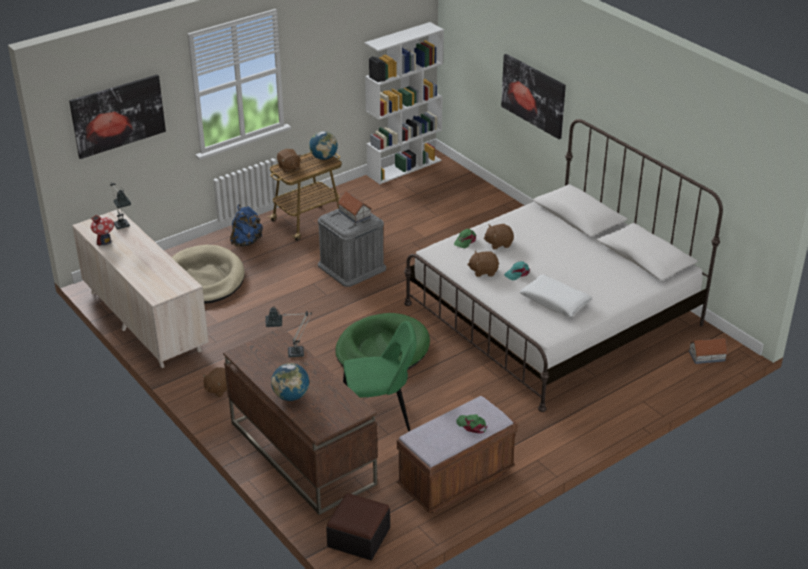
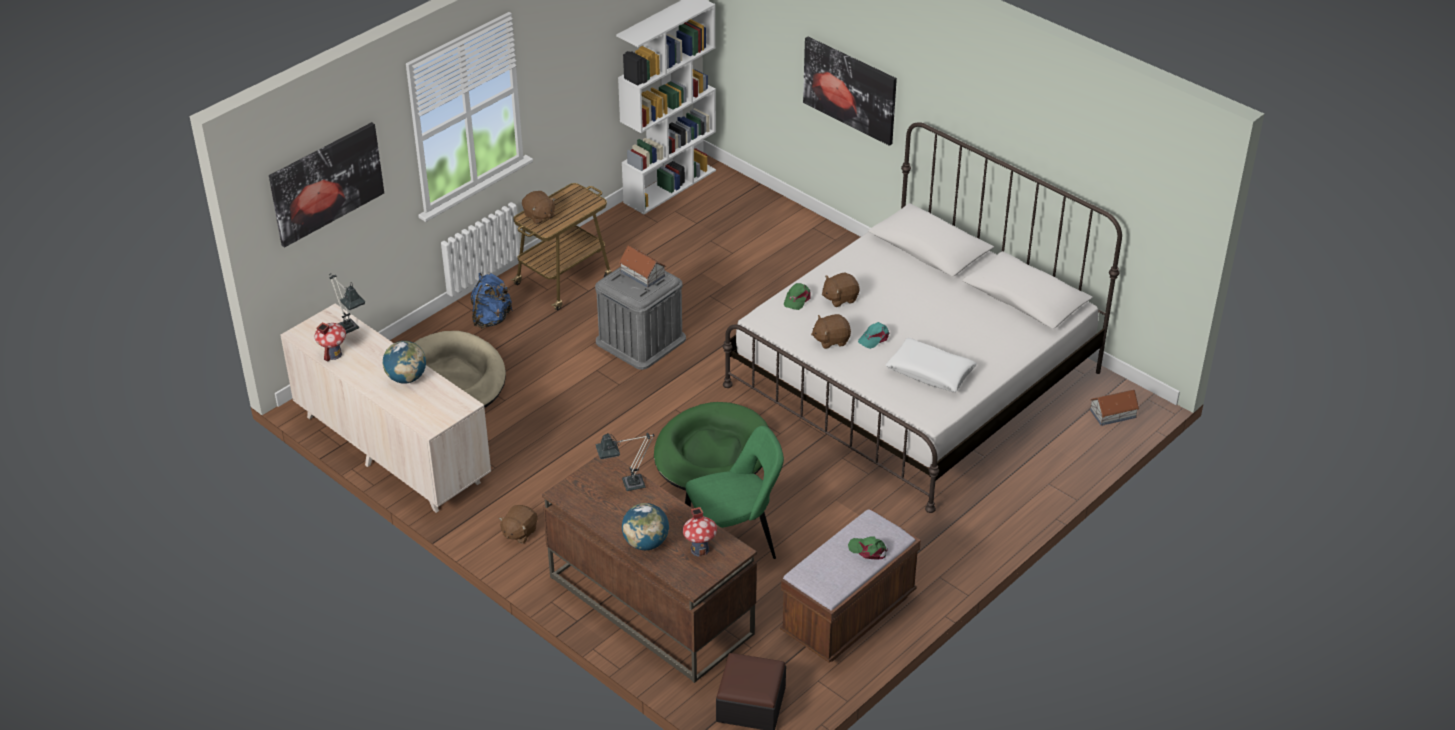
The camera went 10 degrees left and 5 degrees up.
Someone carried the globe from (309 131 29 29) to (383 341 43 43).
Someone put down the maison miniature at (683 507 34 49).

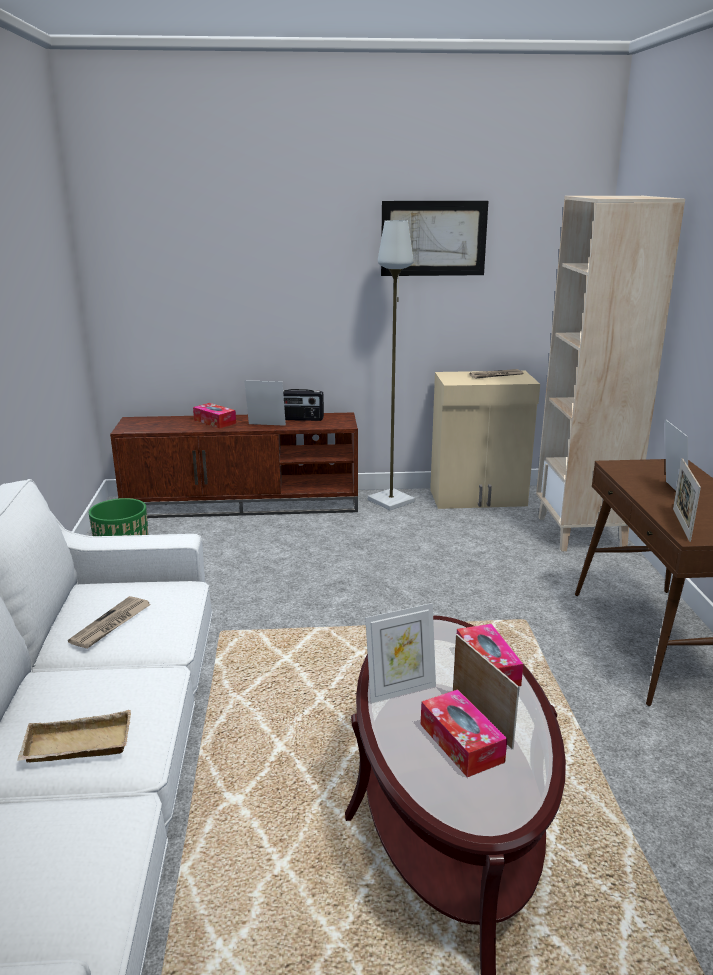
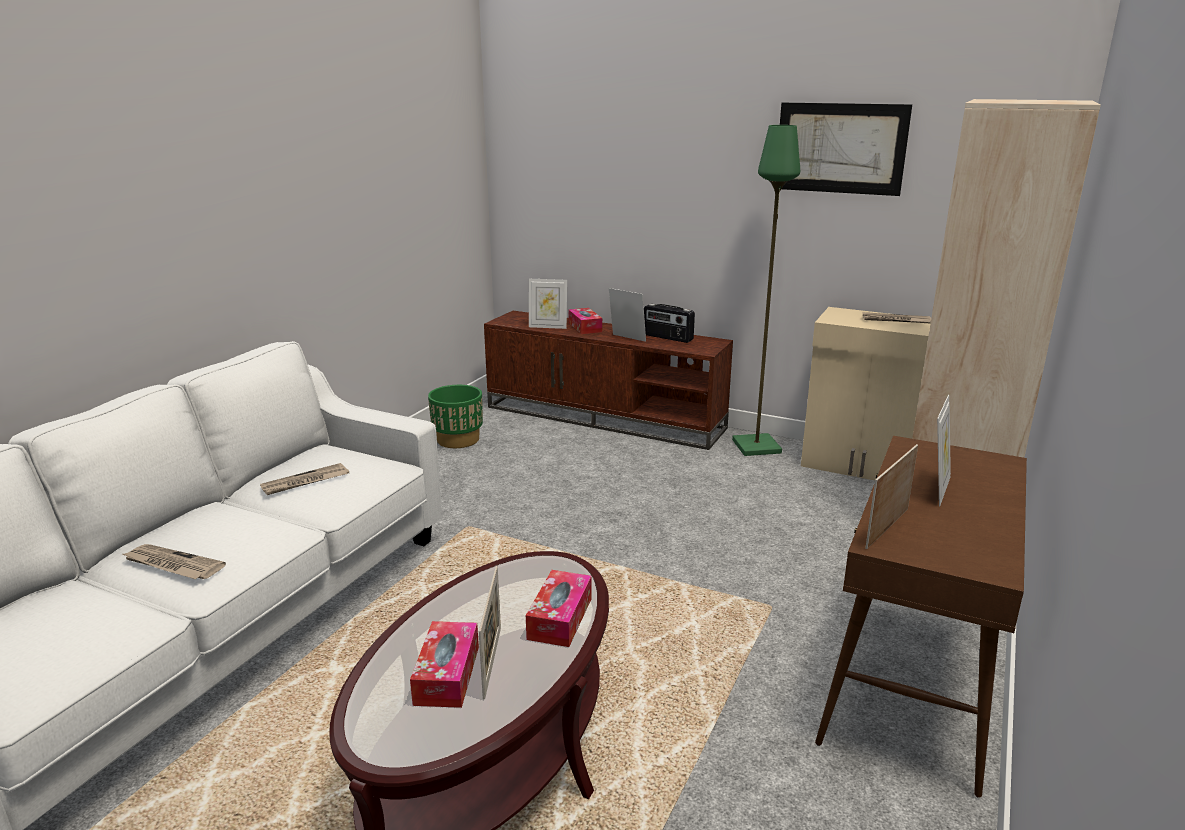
The camera went 30 degrees right and 0 degrees up.
Someone repainted the lampadaire (gris) at (368 220 47 290), which became the lampadaire (vert) at (732 125 68 331).
Someone carried the cadre photo from (365 603 71 100) to (529 279 38 50).
Someone swapped the plateau (beige) at (17 710 114 52) for the journal at (122 544 104 35).

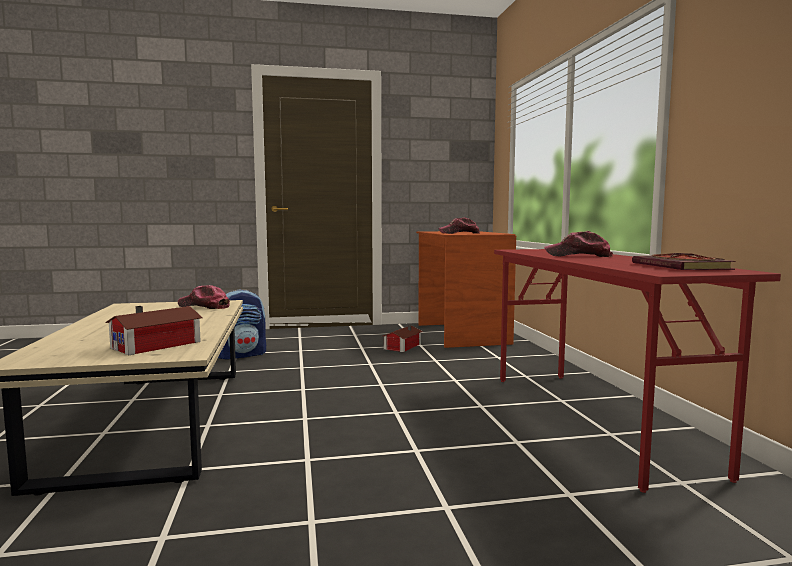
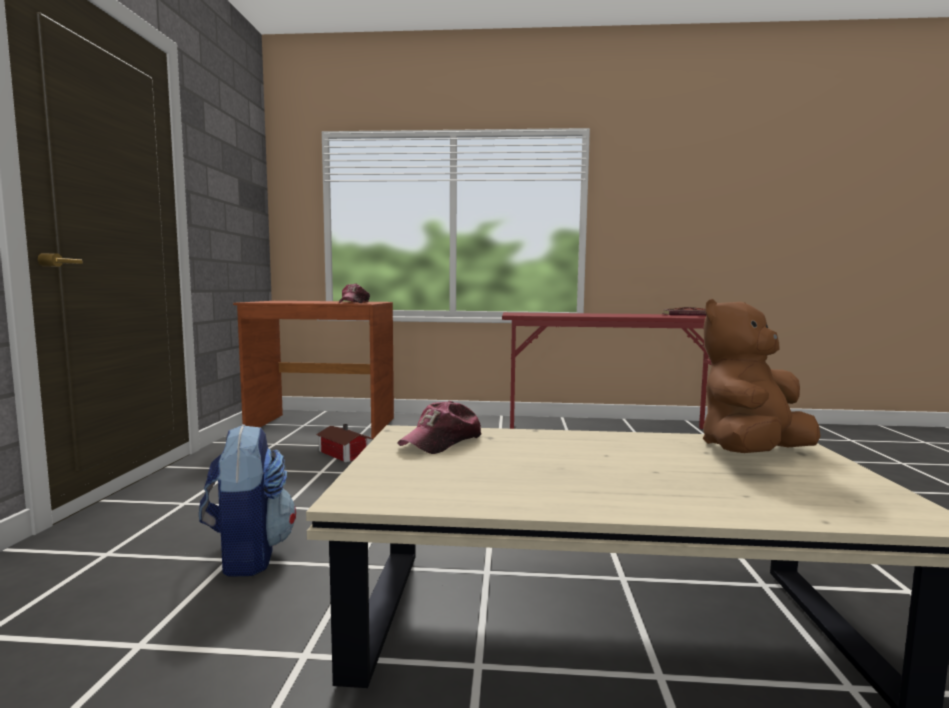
The camera went 75 degrees left and 0 degrees up.
Someone took away the casquette at (544 231 69 26).
Someone swapped the maison miniature at (105 306 98 49) for the peluche (marron) at (703 299 118 154).

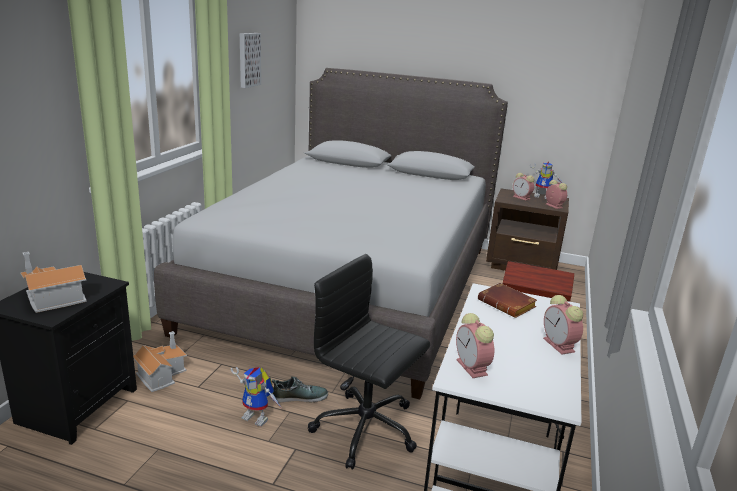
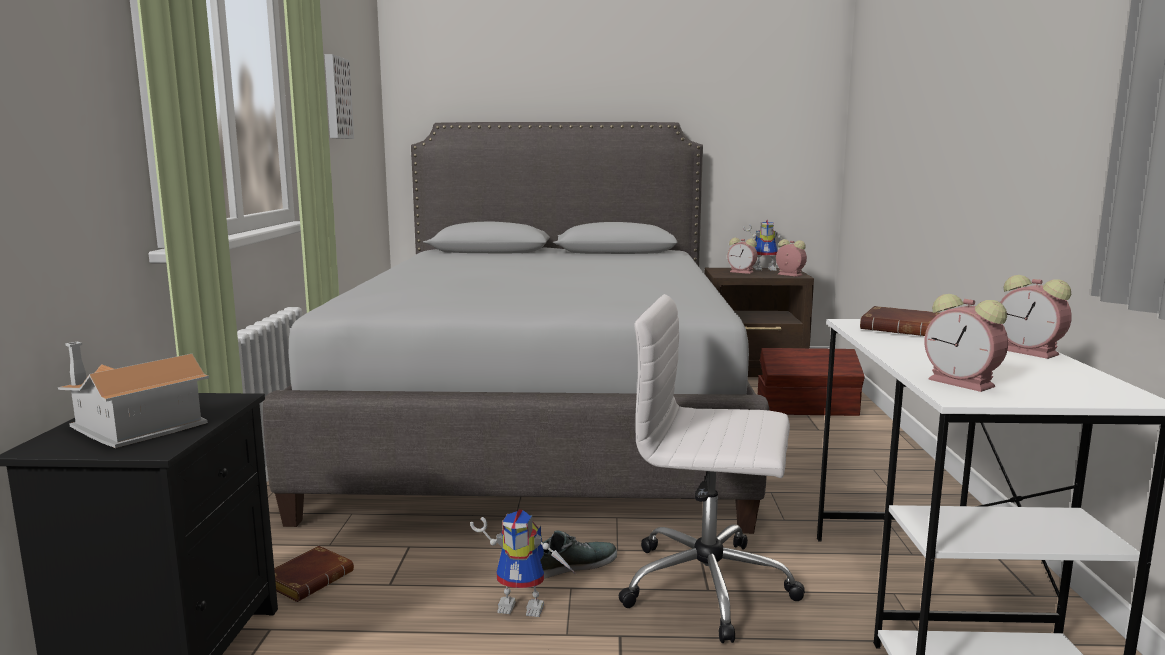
The camera went 15 degrees left and 10 degrees down.
Someone repainted the chaise de bureau (noir) at (308 254 122 216), which became the chaise de bureau (blanc) at (618 294 187 349).
Someone swapped the maison miniature at (133 331 54 61) for the livre (marron) at (274 546 80 56).

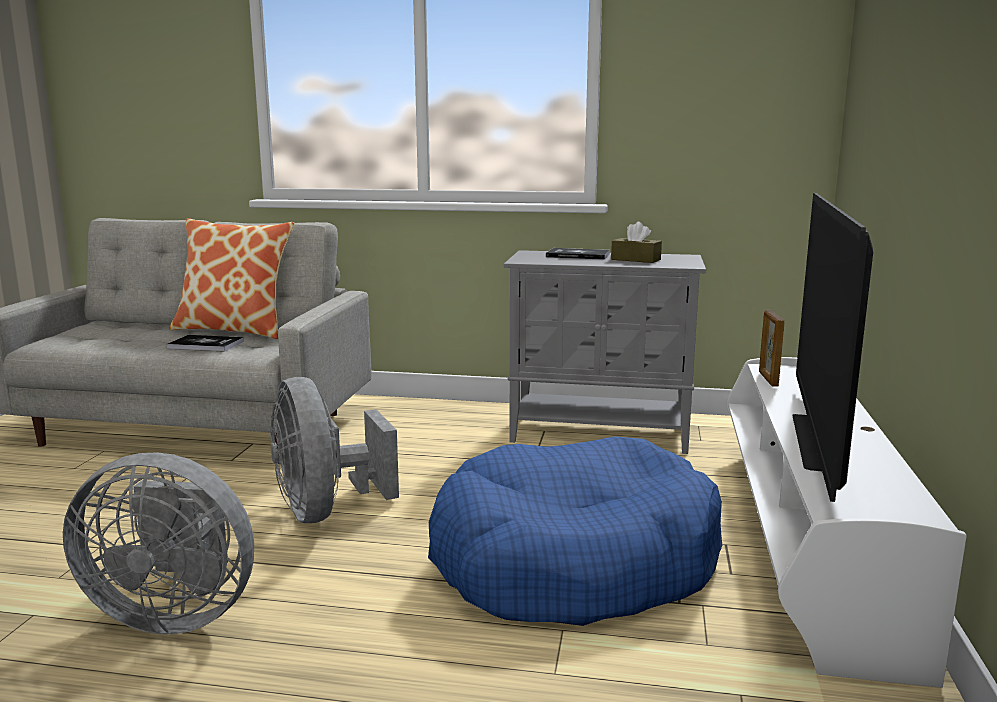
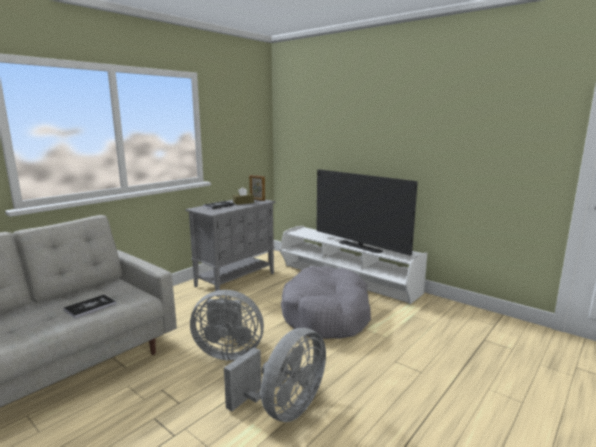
The camera went 60 degrees left and 0 degrees up.
Someone took away the coussin at (169 218 126 121).
Someone carried the cadre photo from (759 310 26 76) to (249 175 16 26).
Someone repainted the panier pour chien (bleu) at (428 436 294 190), which became the panier pour chien (gris) at (281 266 90 73).

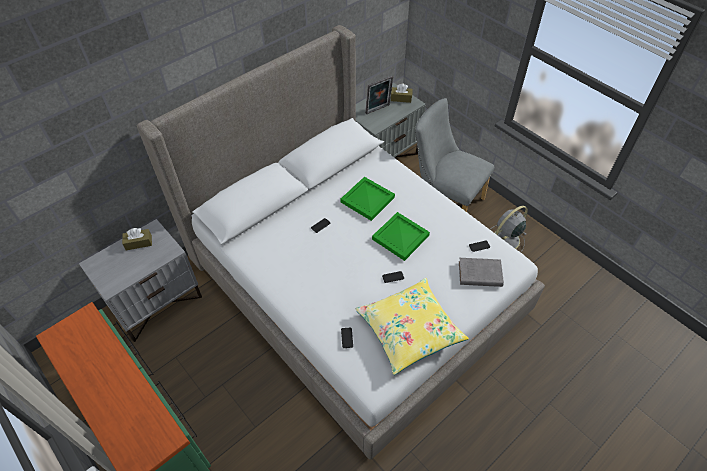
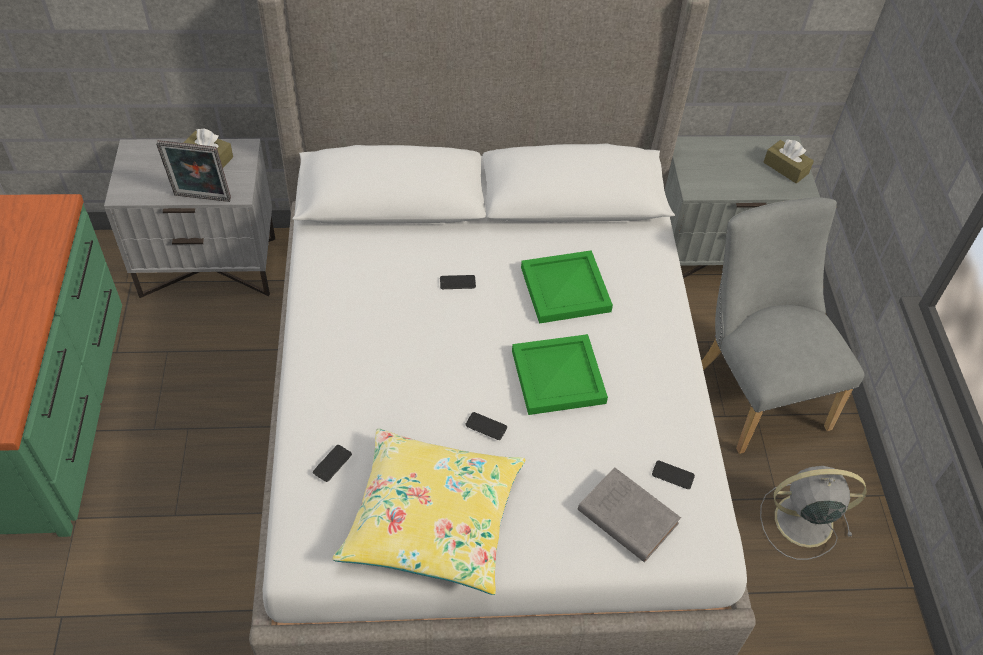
The camera went 35 degrees right and 0 degrees up.
Someone carried the cadre photo from (365 76 28 38) to (156 140 75 62).

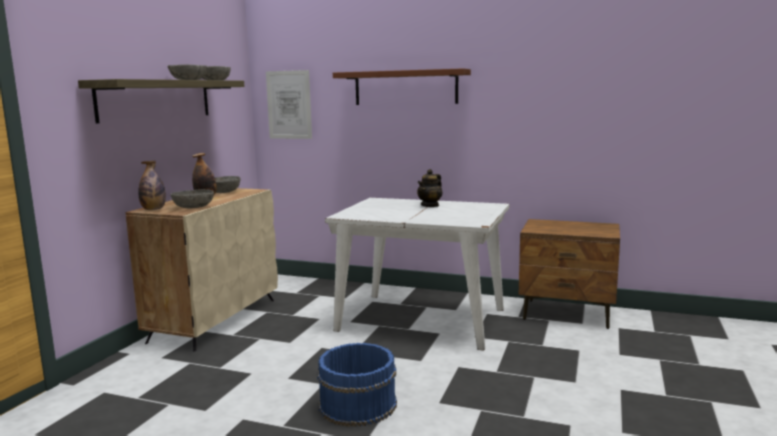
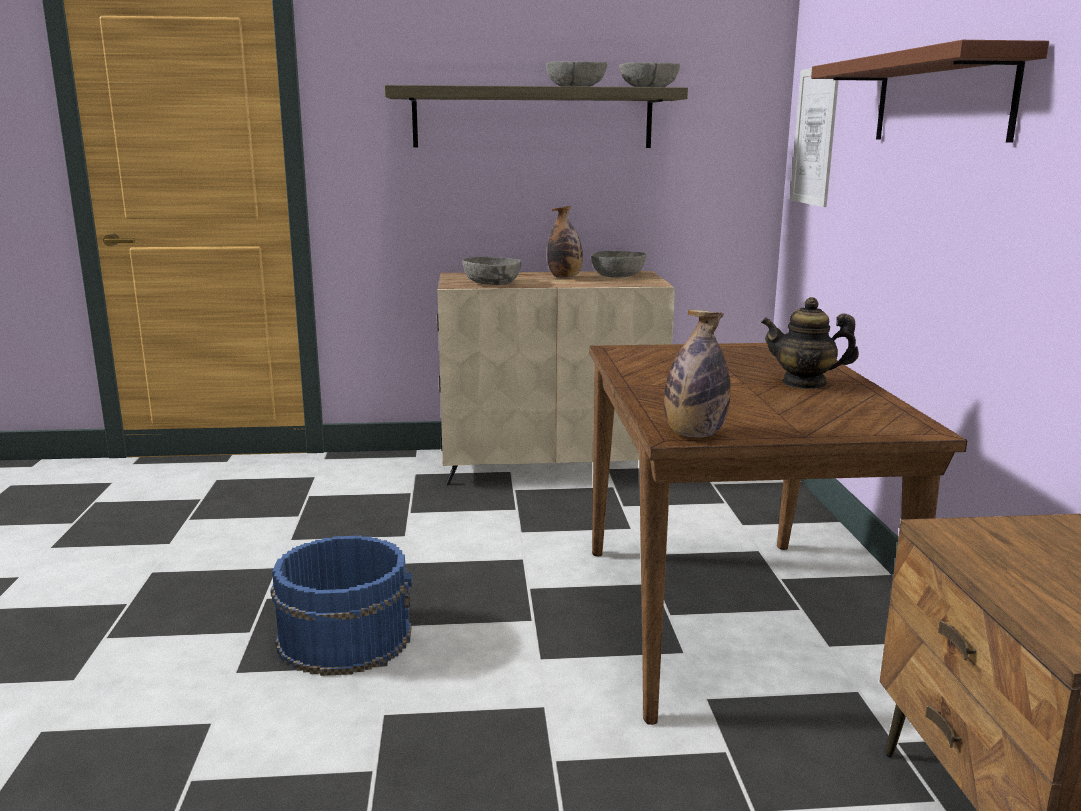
The camera went 65 degrees right and 5 degrees up.
Someone carried the bouteille from (138 160 28 50) to (664 310 67 127).
Someone repainted the table à manger (blanc) at (325 198 184 152), which became the table à manger (marron) at (590 343 377 382).

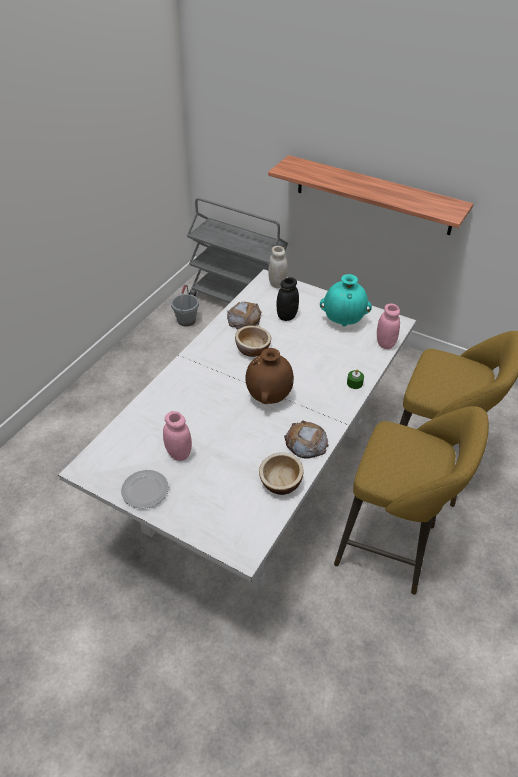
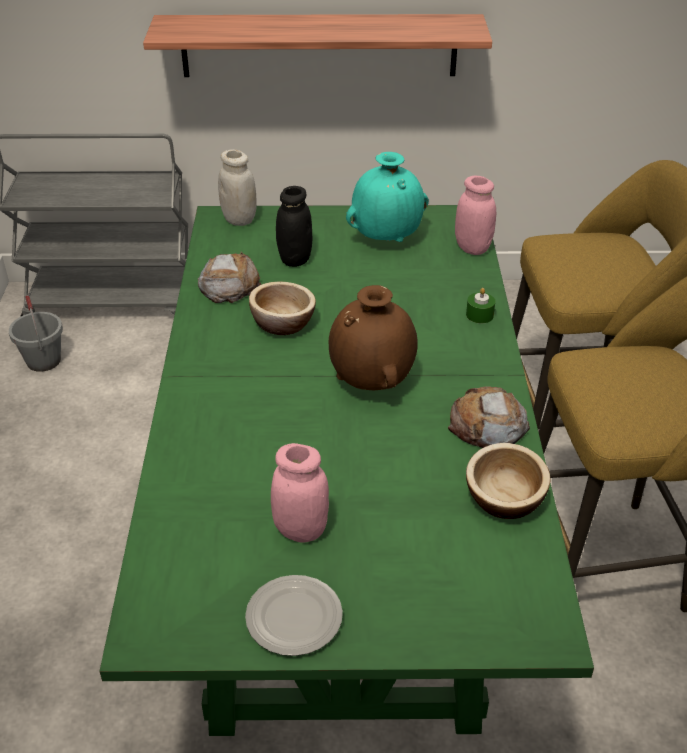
The camera went 30 degrees left and 5 degrees down.
Someone repainted the table à manger (blanc) at (58 269 358 326), which became the table à manger (vert) at (99 205 495 531).

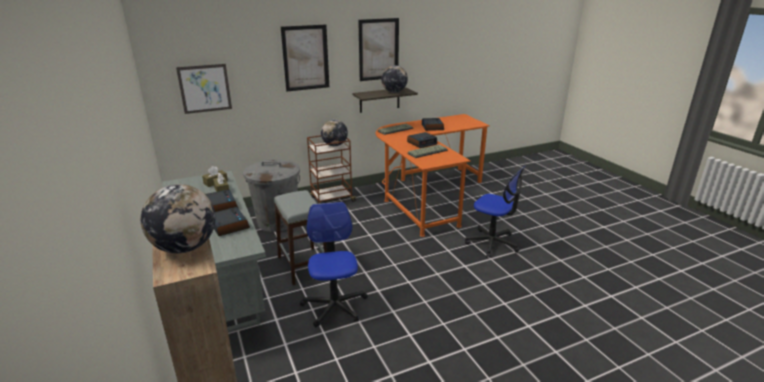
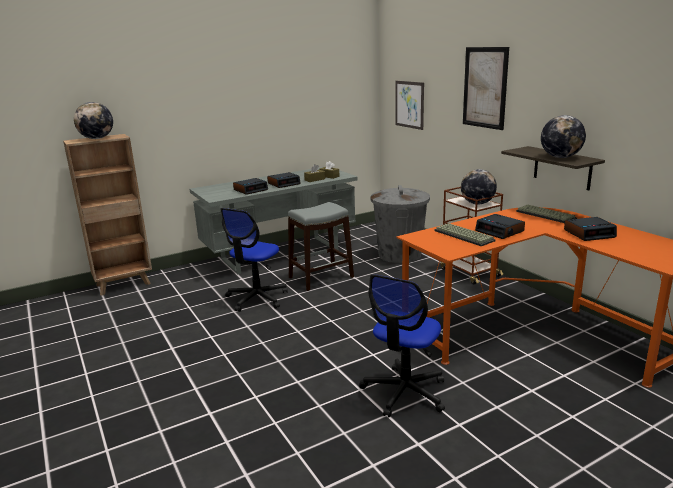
The camera went 85 degrees right and 5 degrees down.
Someone took away the tableau at (358 18 41 63).
Someone rotated the chaise de bureau at (300 202 68 126) by 135 degrees clockwise.

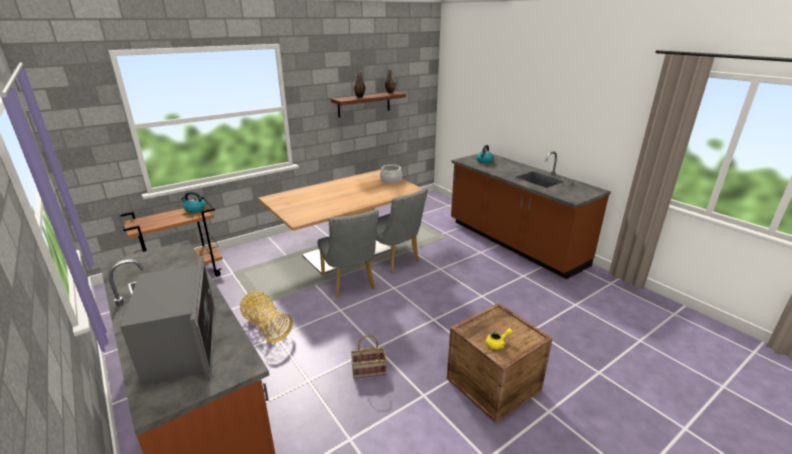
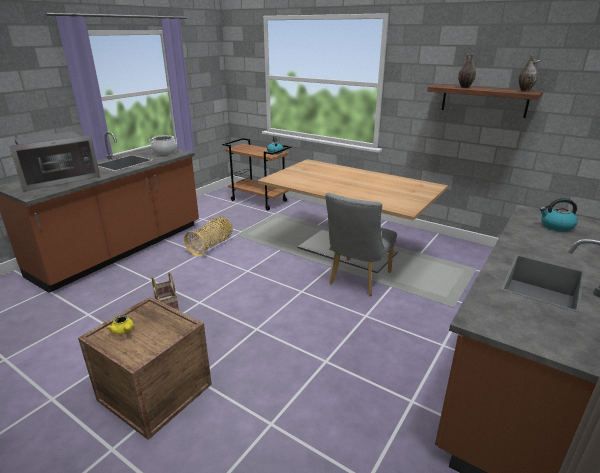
The camera went 70 degrees right and 0 degrees up.
Someone carried the marmite from (380 165 22 19) to (149 135 28 20).
Someone took away the chaise (gris) at (317 210 62 87).

